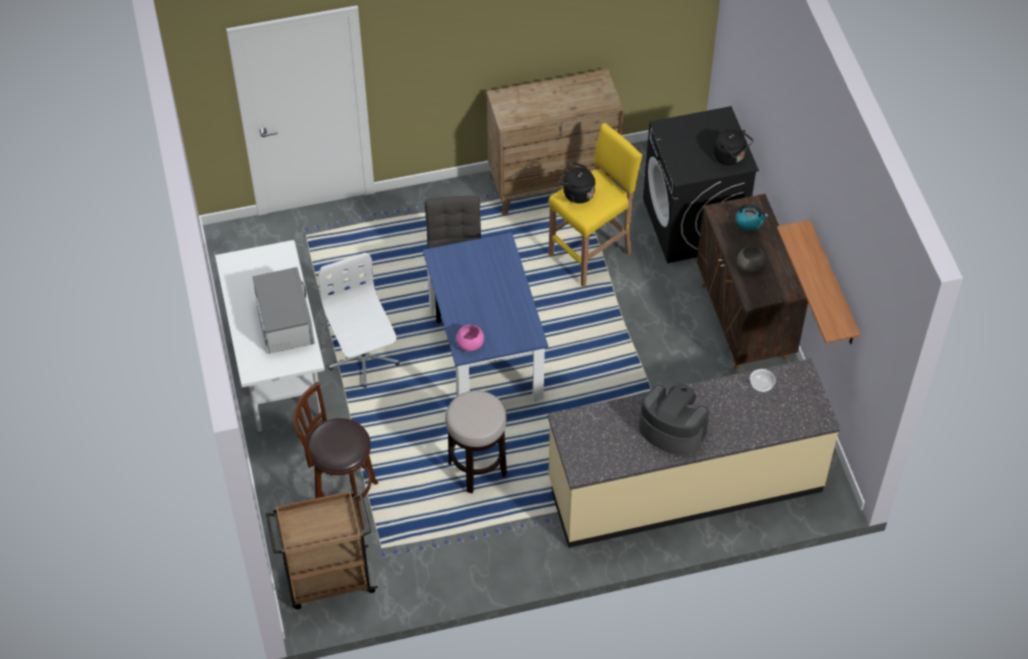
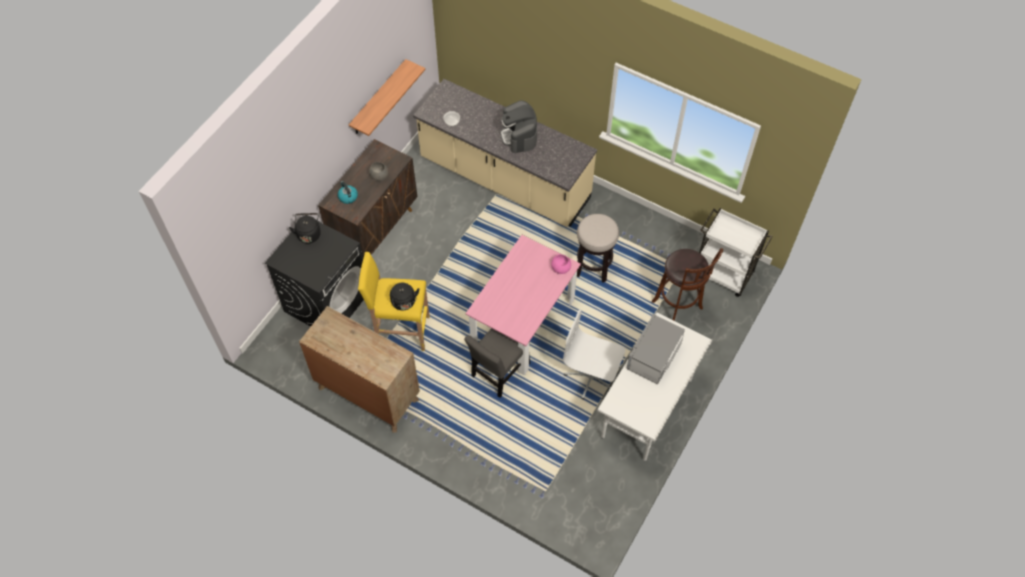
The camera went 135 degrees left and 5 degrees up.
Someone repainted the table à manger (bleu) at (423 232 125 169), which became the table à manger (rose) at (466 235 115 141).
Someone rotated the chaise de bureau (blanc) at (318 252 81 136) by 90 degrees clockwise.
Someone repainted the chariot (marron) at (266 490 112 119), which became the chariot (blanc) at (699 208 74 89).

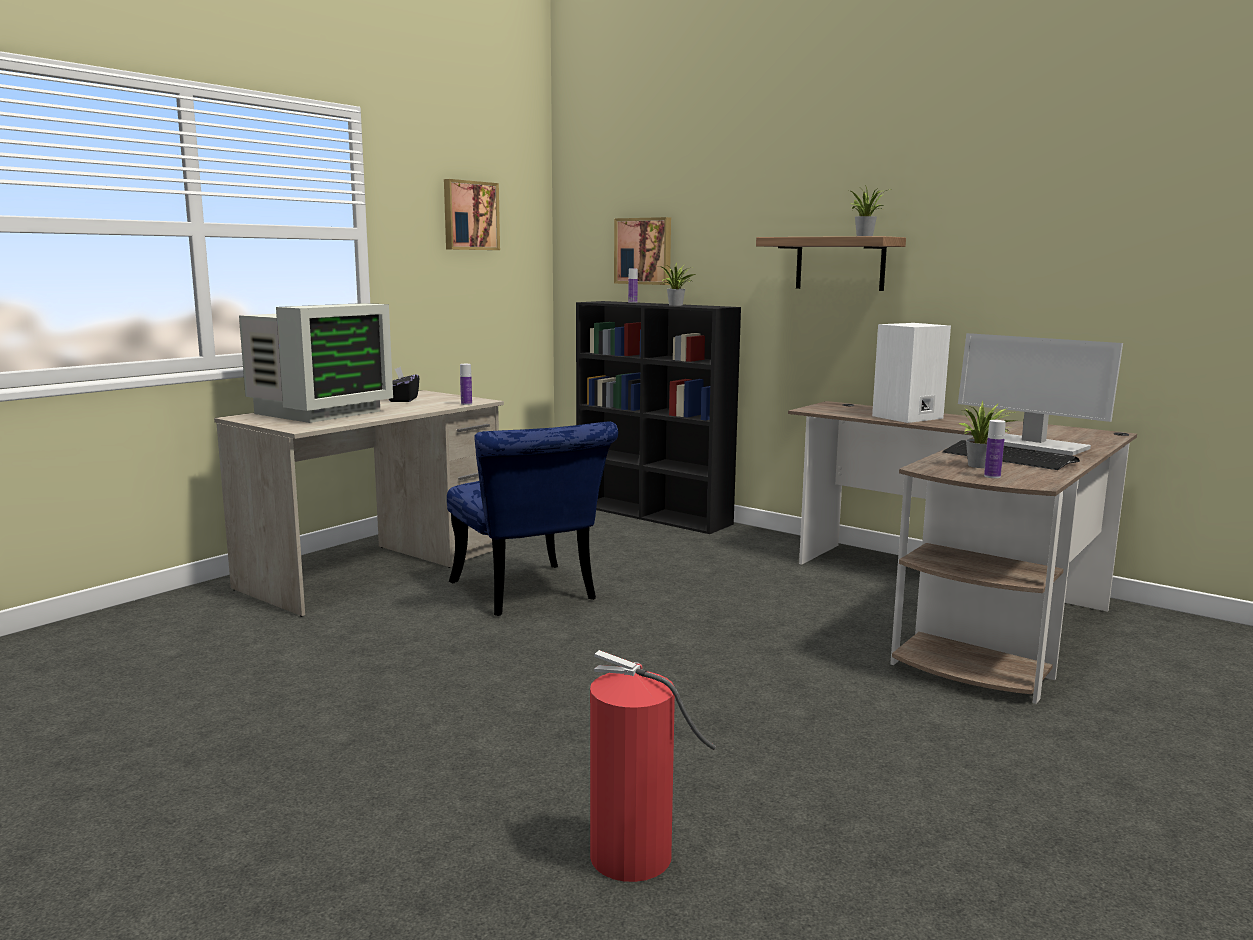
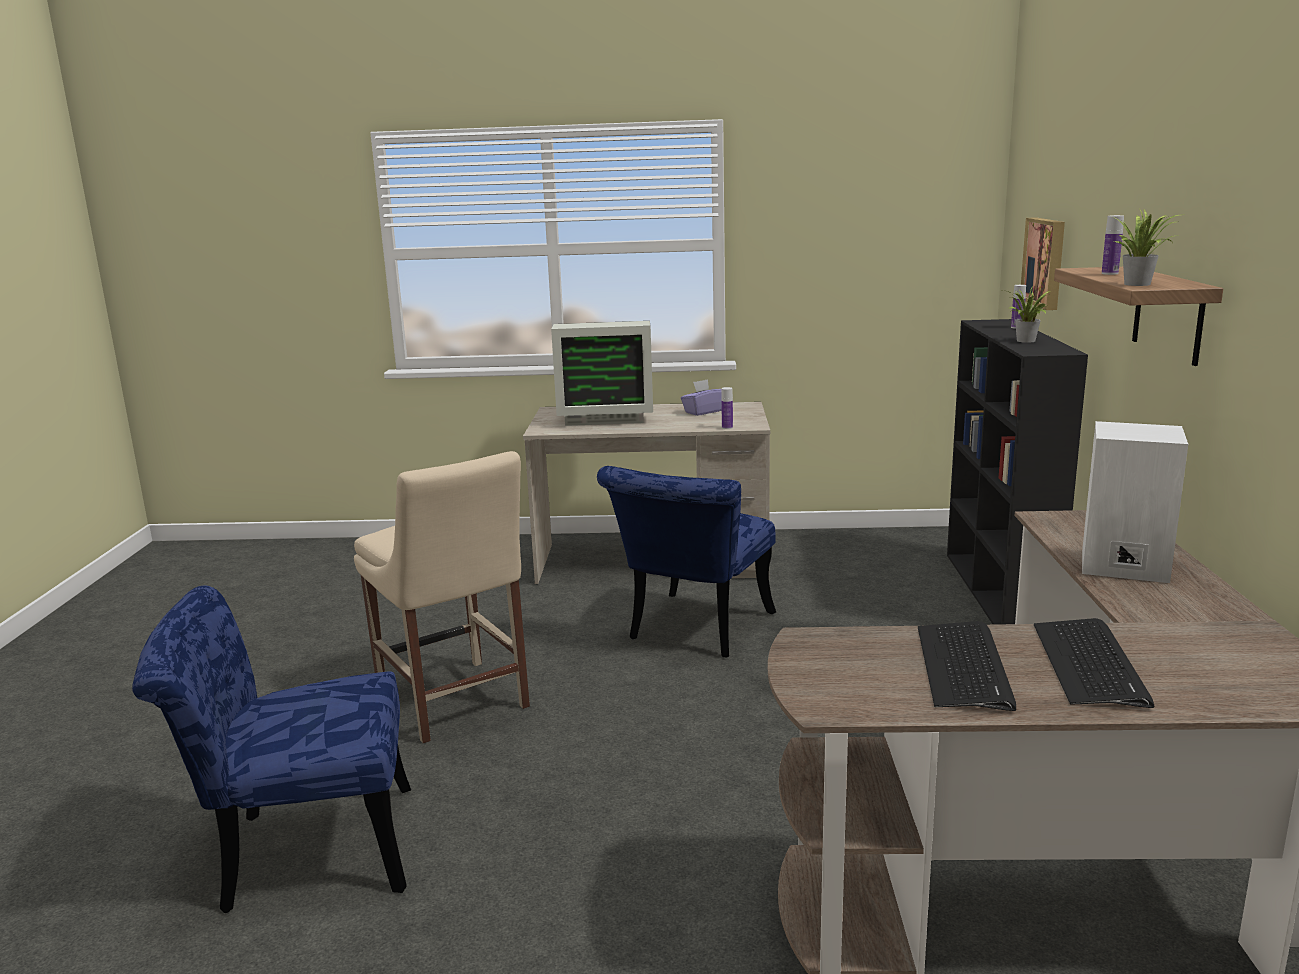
The camera went 55 degrees right and 5 degrees up.
Someone took away the tableau at (444 179 56 71).
Someone swapped the écran d'ordinateur at (958 333 165 123) for the clavier at (1034 618 120 90).
Someone repainted the boîte à mouchoirs (noir) at (389 367 30 35), which became the boîte à mouchoirs (violet) at (681 379 41 37).
Someone took away the plante en pot at (959 400 58 68).
Someone carried the bouteille from (984 420 22 58) to (1102 215 22 60).
Someone swapped the extincteur at (590 650 126 232) for the chaise (bleu) at (132 585 279 328).
Someone put down the chaise (beige) at (354 451 176 292).

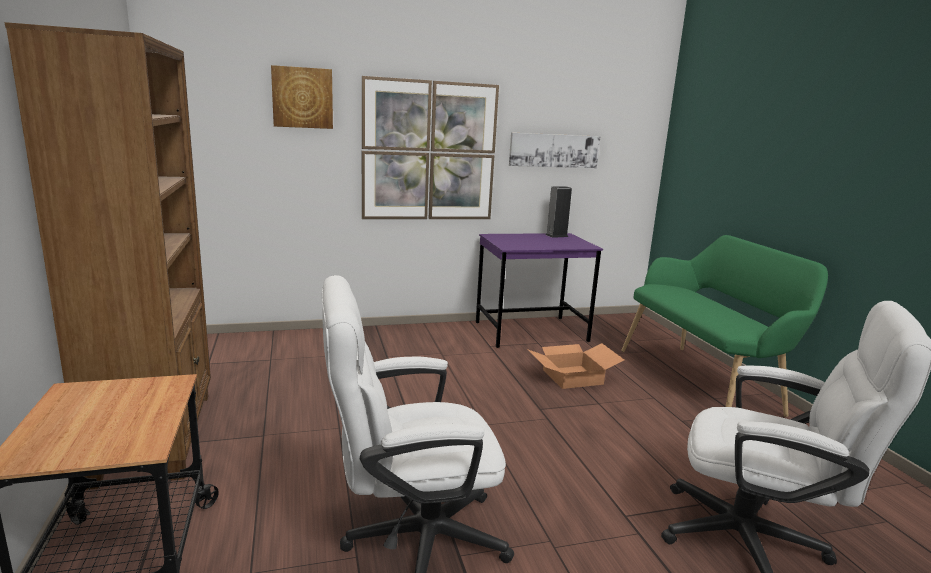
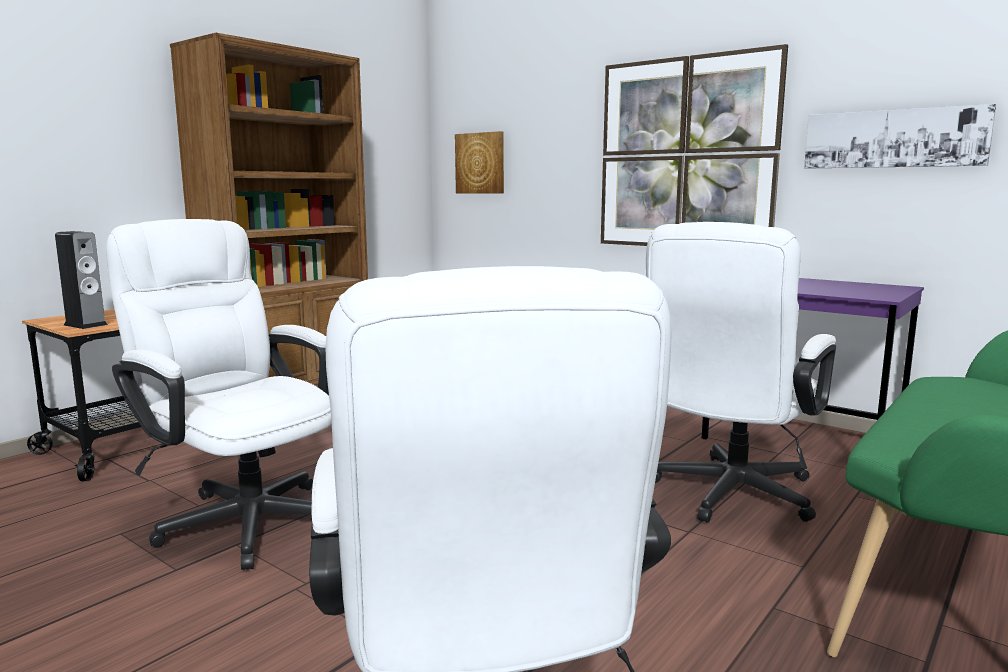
The camera went 55 degrees right and 5 degrees down.
Someone carried the tableau from (271 65 62 64) to (455 131 49 63).
Someone carried the enceinte from (546 187 26 51) to (55 231 53 98).
Someone swapped the carton at (527 343 97 46) for the chaise de bureau (blanc) at (646 222 190 301).

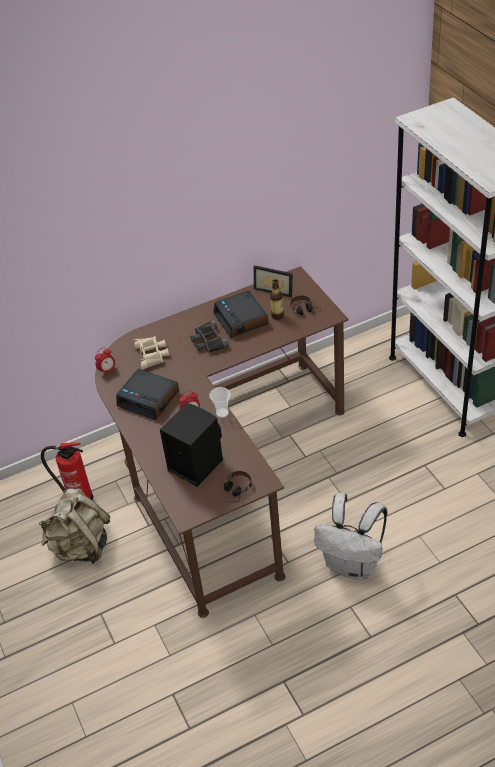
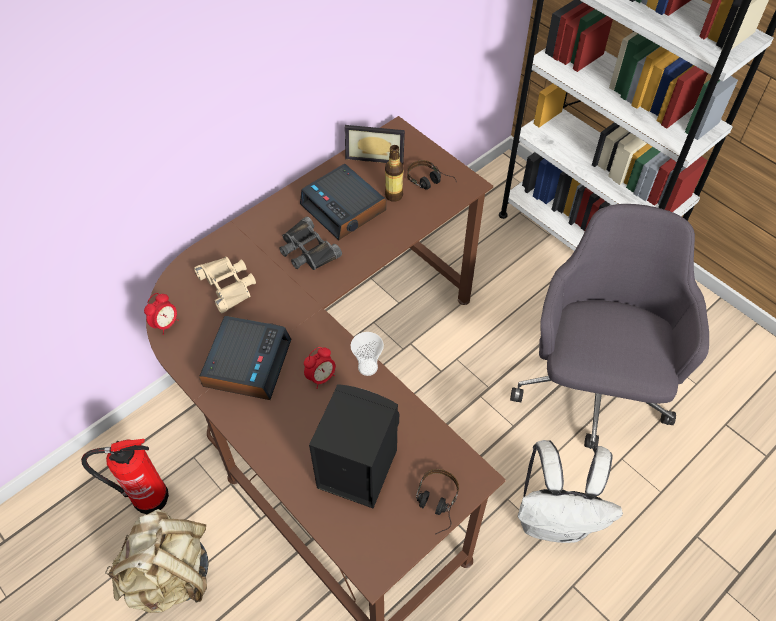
The camera went 20 degrees left and 10 degrees up.
Someone rotated the réveil at (116 369 63 51) by 90 degrees counterclockwise.
Someone put down the chaise de bureau (gris) at (510 204 199 245).

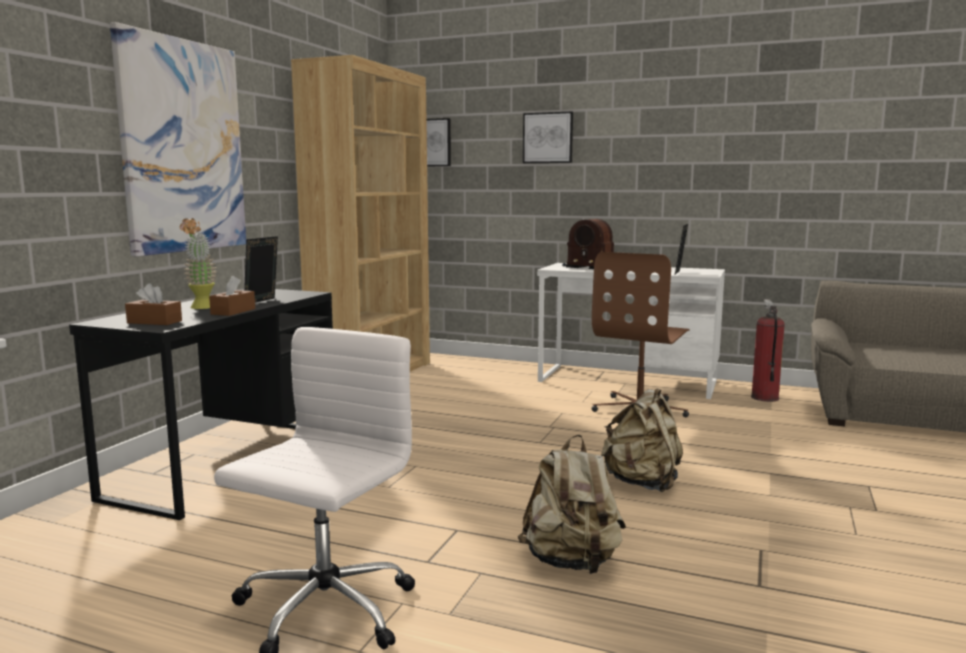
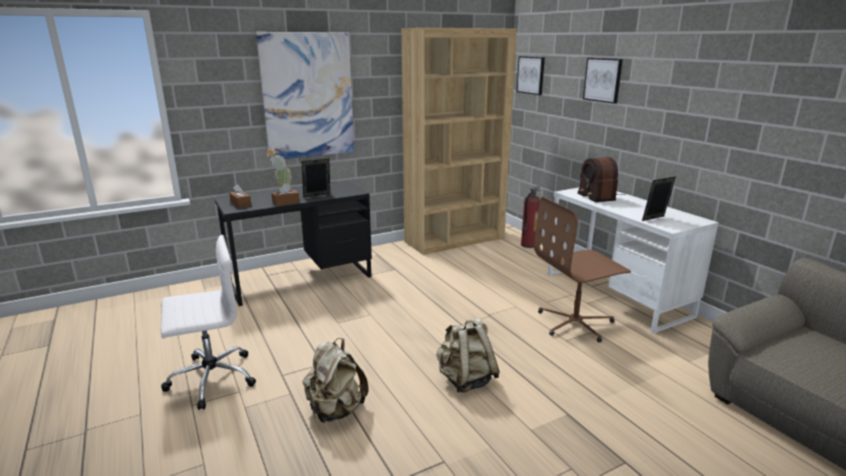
The camera went 40 degrees right and 10 degrees up.
Someone carried the extincteur from (751 299 34 103) to (521 185 20 63).

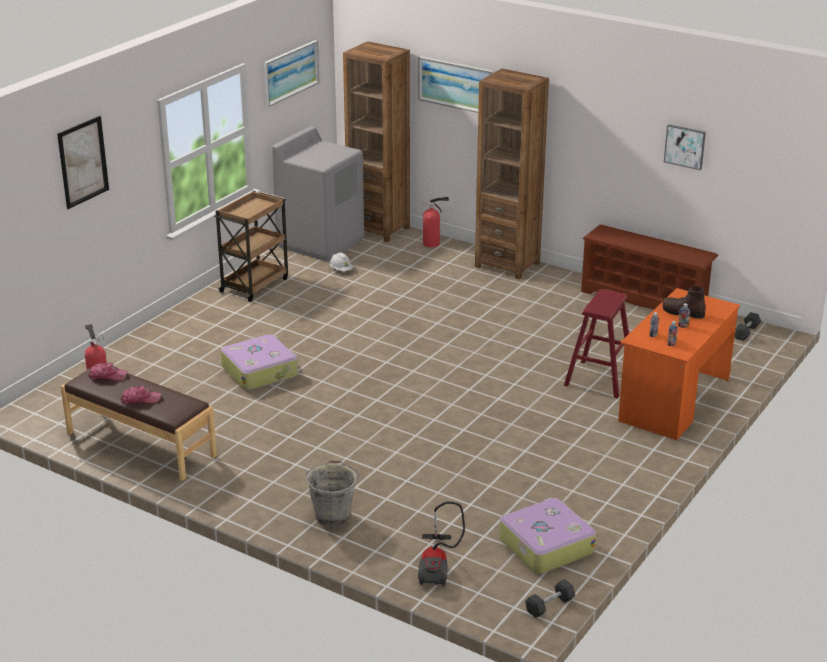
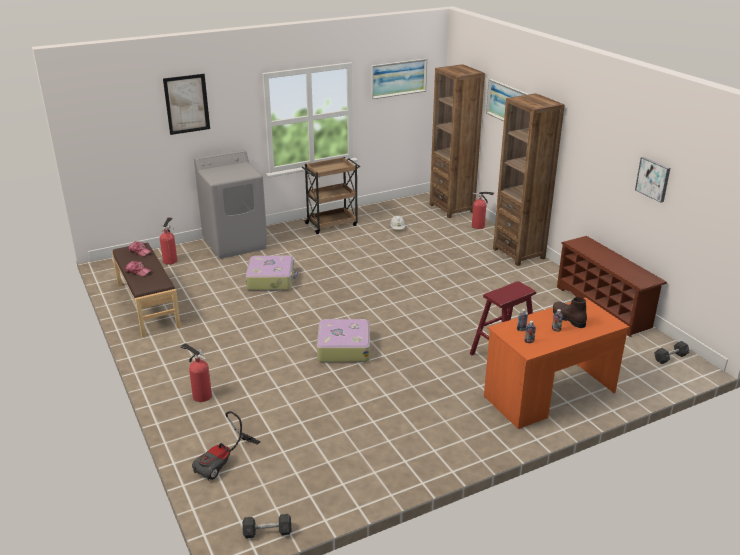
The camera went 30 degrees right and 0 degrees up.
Someone carried the lave-linge (gris) from (272 126 92 136) to (194 150 74 109).
Someone swapped the seau (gris) at (306 460 54 67) for the extincteur at (180 343 32 59).
Someone carried the valise from (499 498 97 76) to (317 319 53 43).

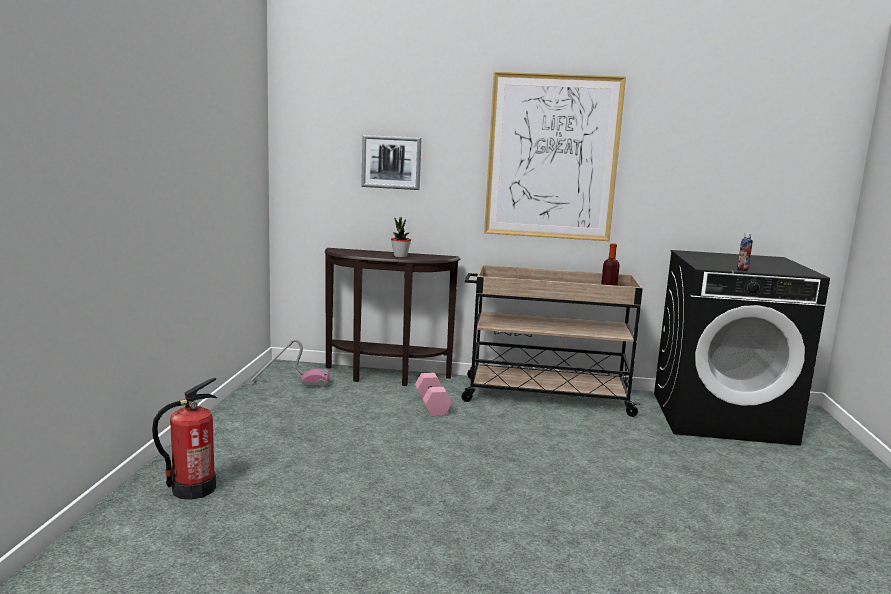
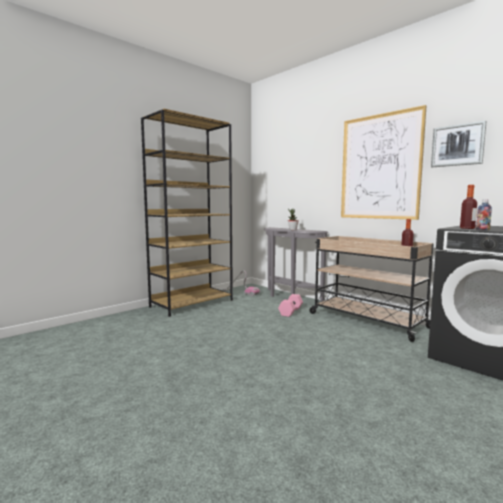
The camera went 40 degrees right and 5 degrees down.
Someone carried the tableau from (361 135 61 55) to (431 120 55 47).
Someone repainted the table console (marron) at (325 248 136 138), which became the table console (gris) at (264 227 64 75).
Someone took away the extincteur at (152 378 65 122).
Someone put down the bibliothèque (marron) at (141 109 92 208).
Someone put down the bouteille at (460 185 17 44).

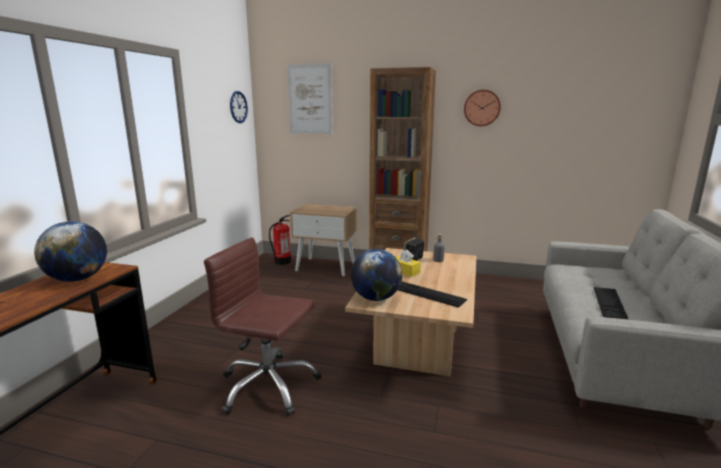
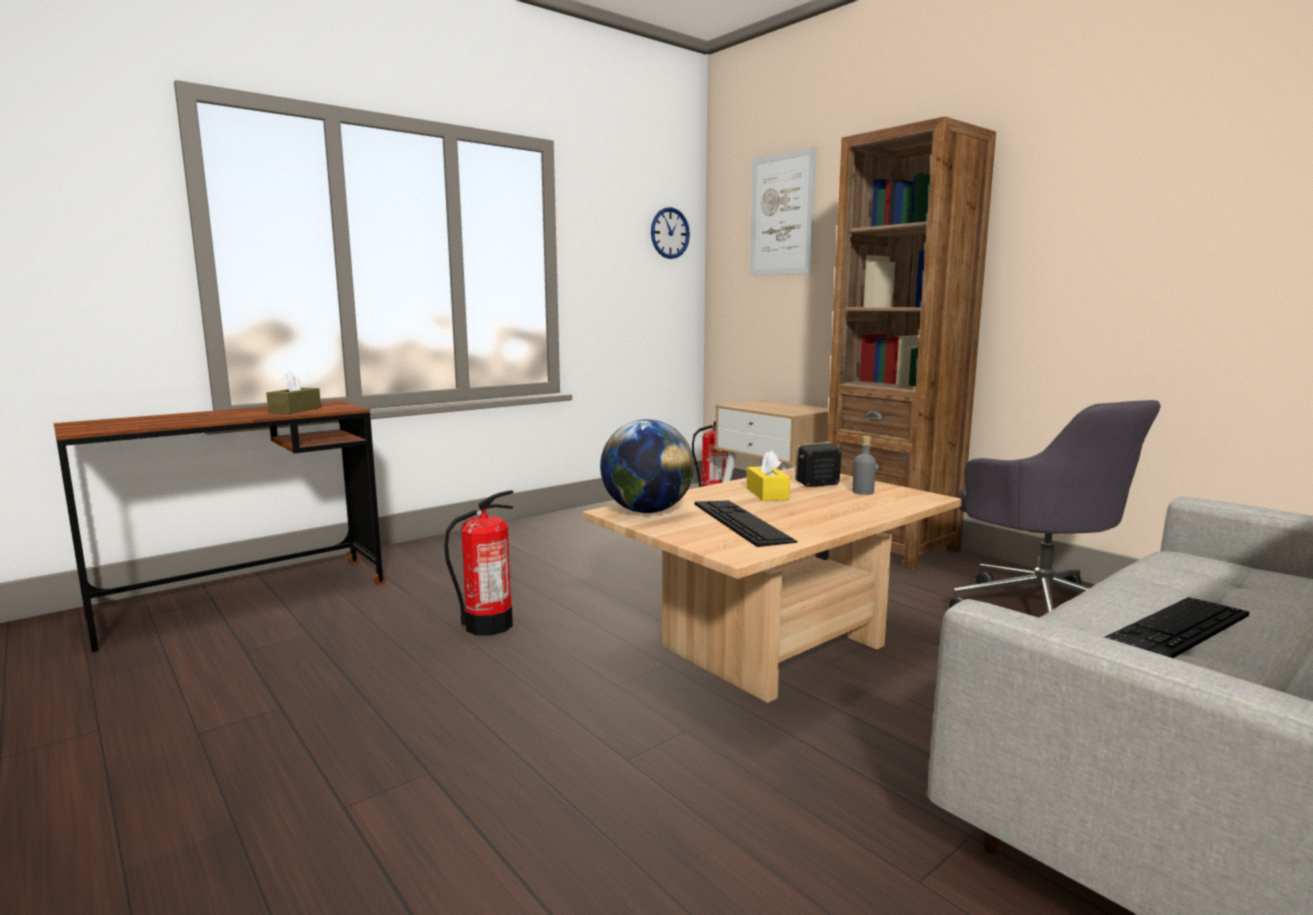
The camera went 35 degrees right and 5 degrees down.
Someone took away the horloge murale at (464 90 37 36).
Someone swapped the globe at (34 221 73 61) for the boîte à mouchoirs (marron) at (266 371 55 43).
Someone swapped the chaise de bureau (marron) at (204 237 118 179) for the extincteur at (444 490 69 146).
Someone put down the chaise de bureau (gris) at (949 400 211 212).

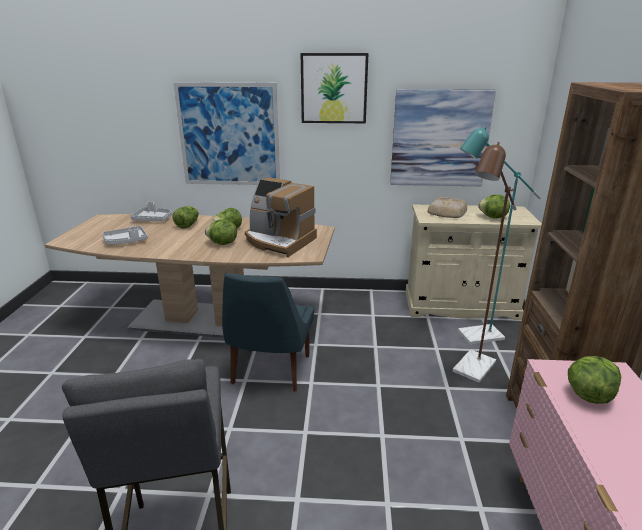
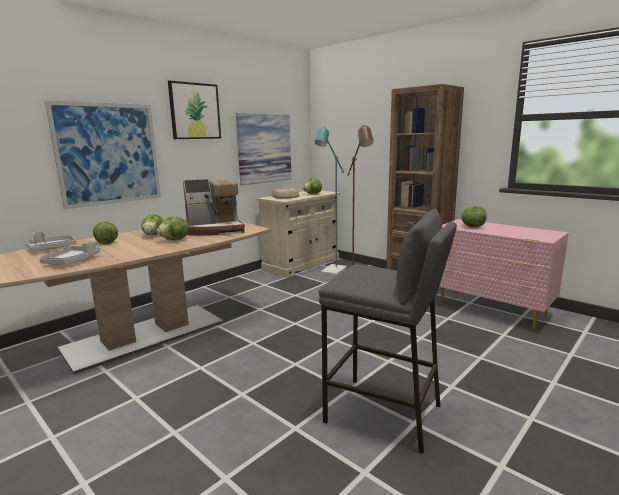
The camera went 50 degrees left and 10 degrees down.
Someone took away the chaise (bleu) at (222 273 92 119).

